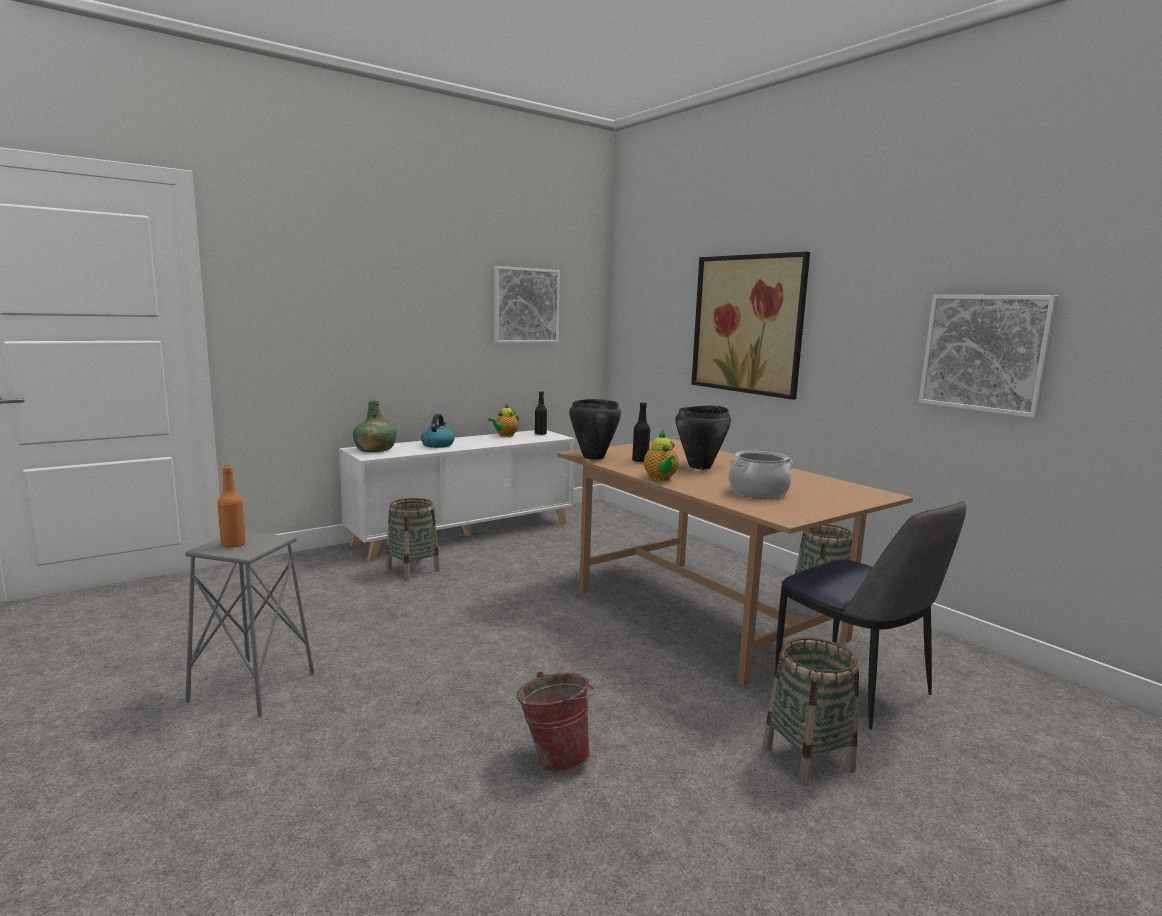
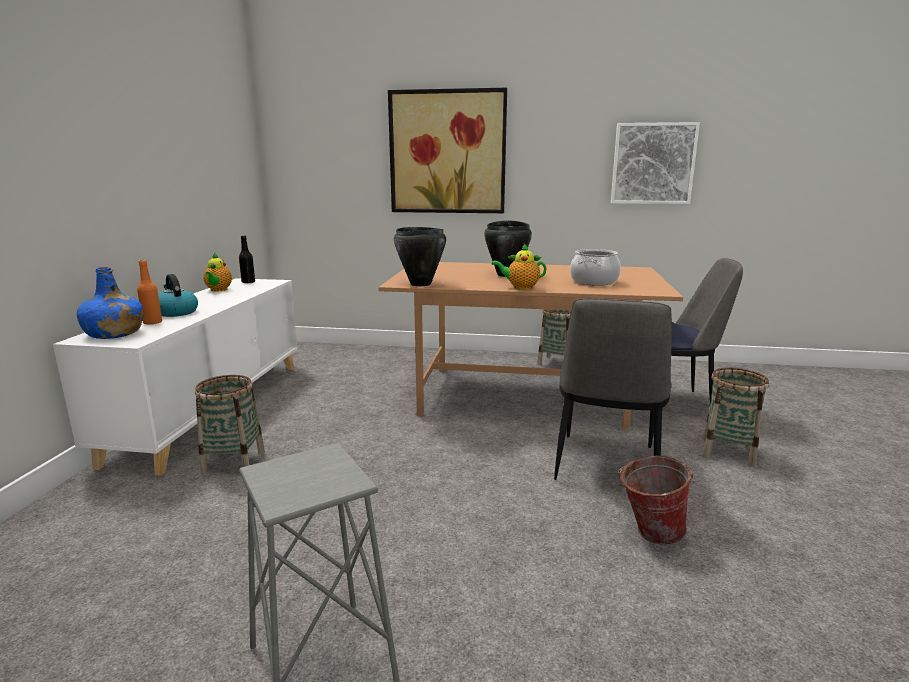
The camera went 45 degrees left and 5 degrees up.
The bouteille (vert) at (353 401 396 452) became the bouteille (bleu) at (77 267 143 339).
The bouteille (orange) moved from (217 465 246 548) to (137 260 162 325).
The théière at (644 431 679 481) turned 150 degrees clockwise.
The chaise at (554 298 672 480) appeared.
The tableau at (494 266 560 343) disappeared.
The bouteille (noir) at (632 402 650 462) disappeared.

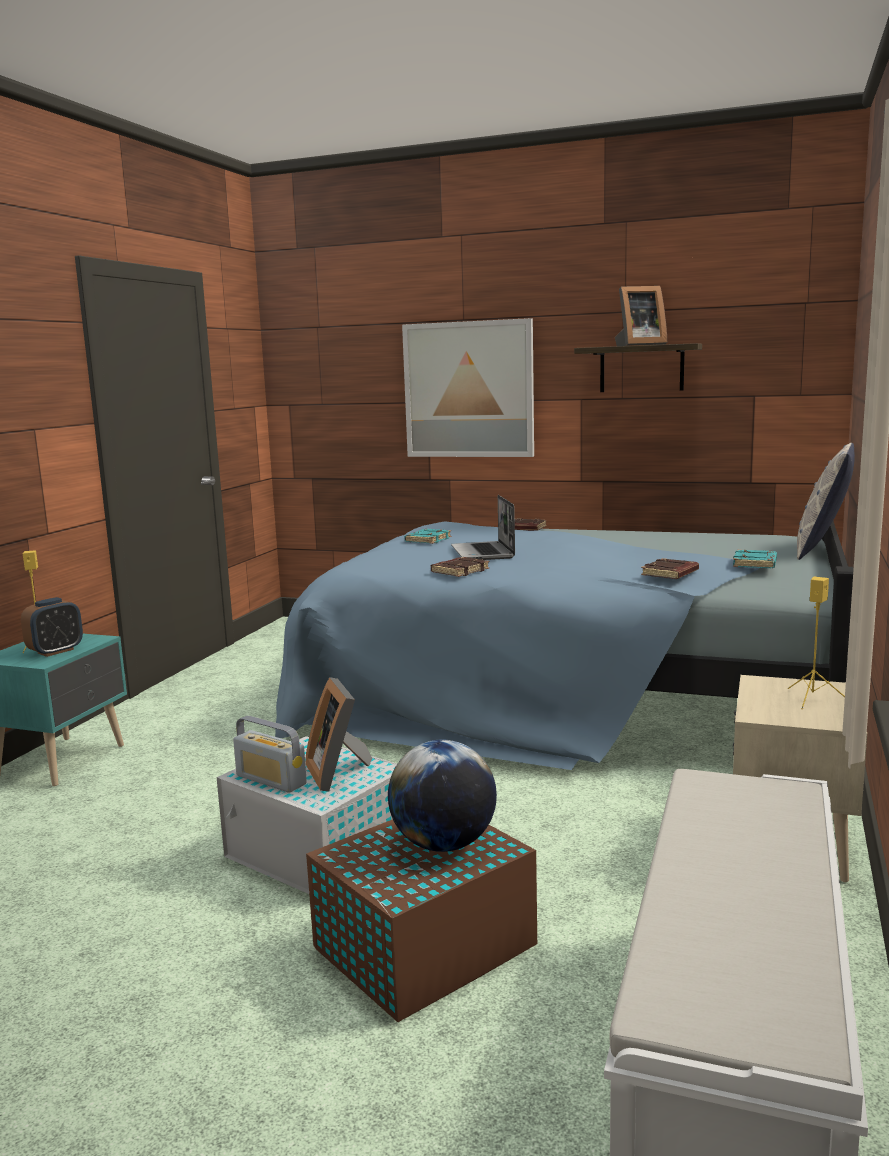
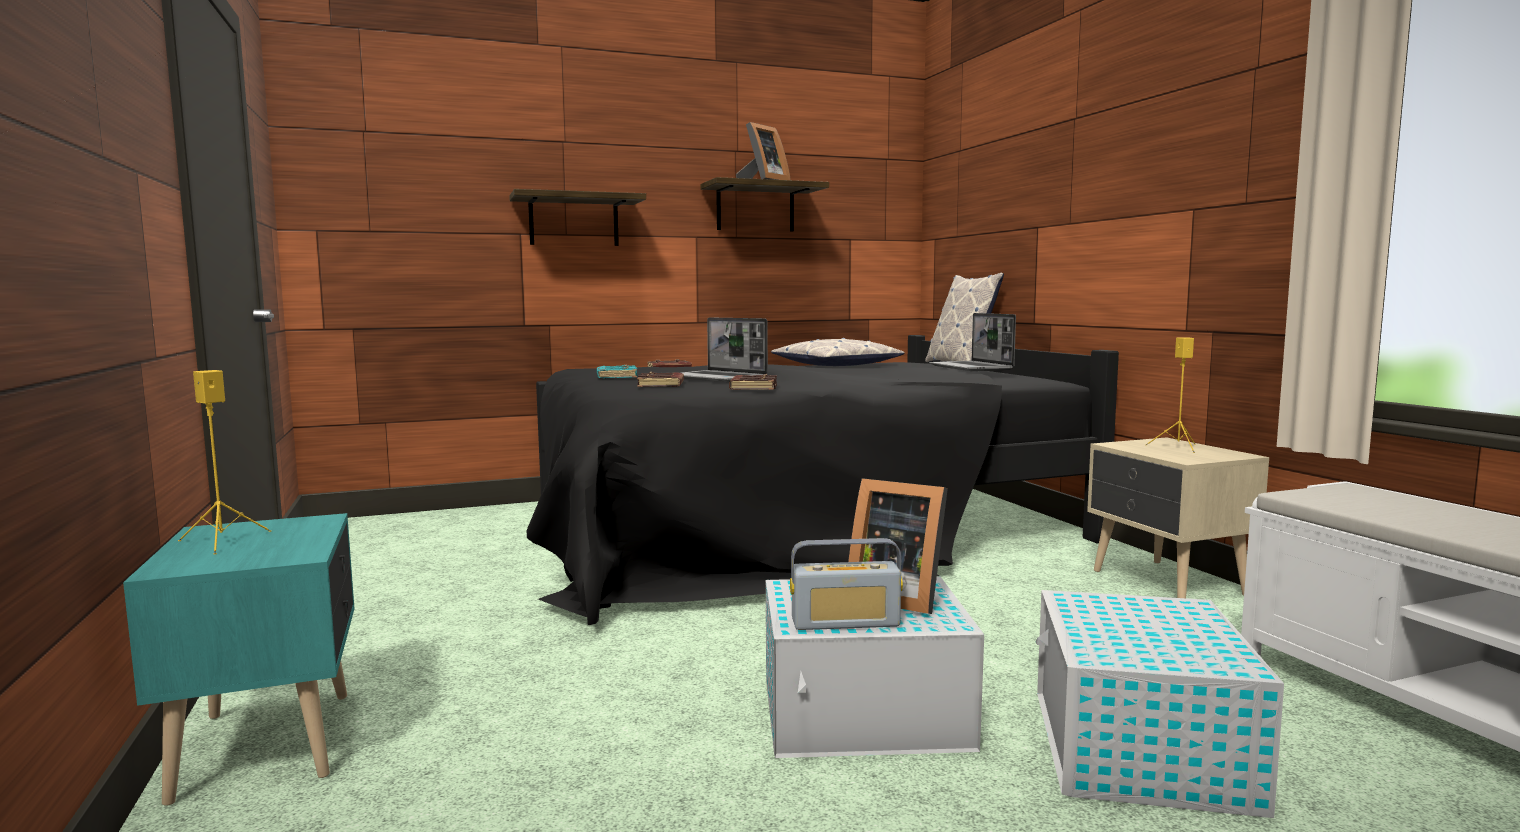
The camera went 40 degrees left and 5 degrees down.
The tableau at (402 318 534 457) was replaced by the étagère at (509 189 646 246).
The lit (bleu) at (275 521 854 770) became the lit (noir) at (526 335 1119 625).
The livre (marron) moved from (641 558 699 579) to (637 372 684 387).
The coussin at (771 338 905 366) appeared.
The livre (turquoise) at (733 550 777 568) was replaced by the ordinateur portable at (929 313 1016 371).
The boîte de rangement (marron) at (306 819 537 1022) became the boîte de rangement (blanc) at (1035 590 1284 818).
The réveil at (21 597 83 657) disappeared.
The globe at (388 739 497 852) disappeared.

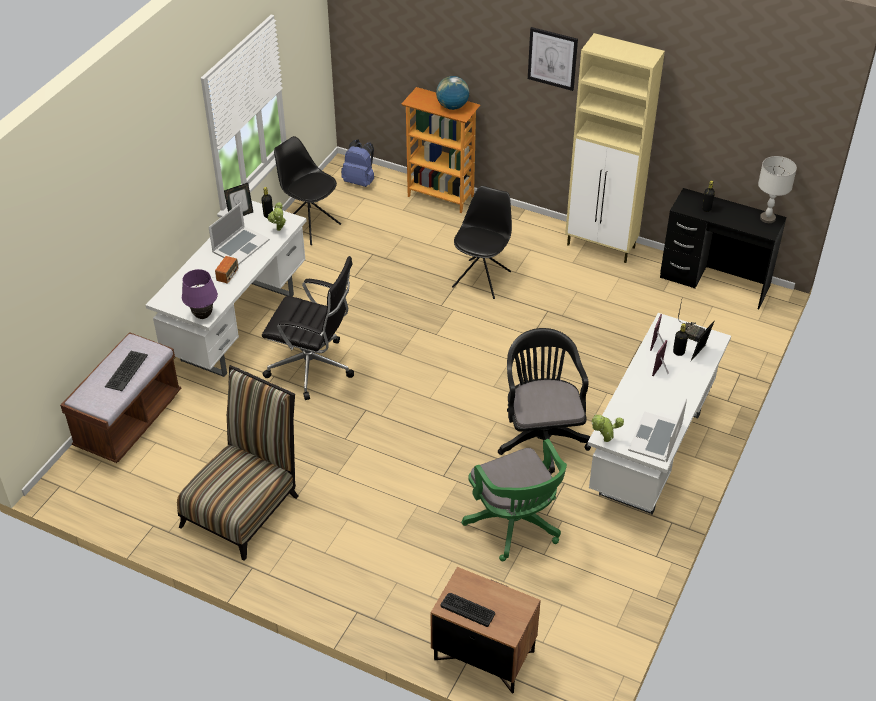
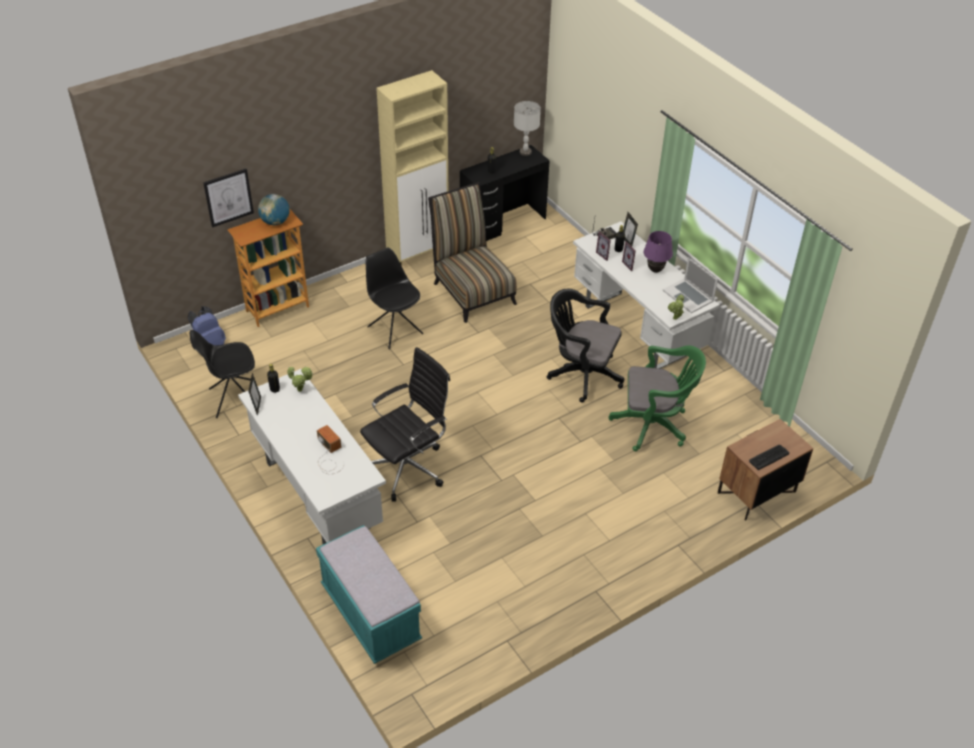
The camera went 60 degrees left and 0 degrees up.
The tableau moved from (528 27 578 91) to (203 169 254 227).
The banc (marron) at (60 332 181 463) became the banc (turquoise) at (316 525 422 664).
The chaise moved from (177 365 298 561) to (428 182 517 323).
The lampe de table (violet) moved from (182 269 218 319) to (644 231 673 273).
The clavier at (105 351 148 391) disappeared.
The ordinateur portable at (209 202 270 265) disappeared.

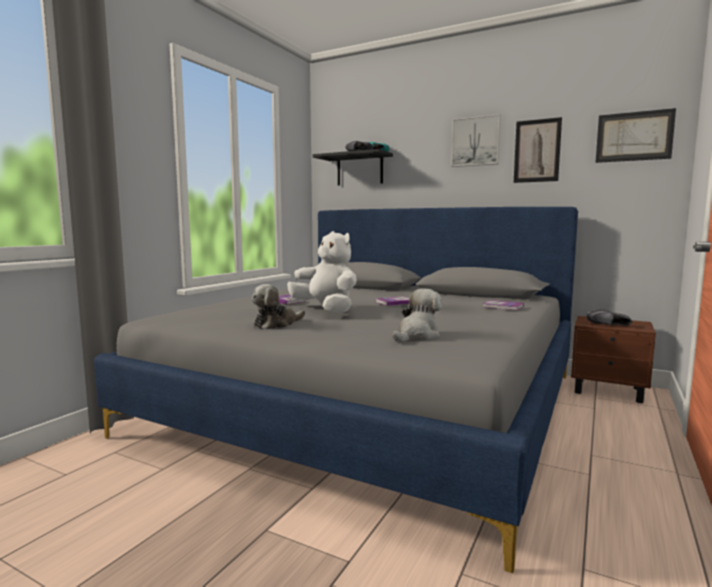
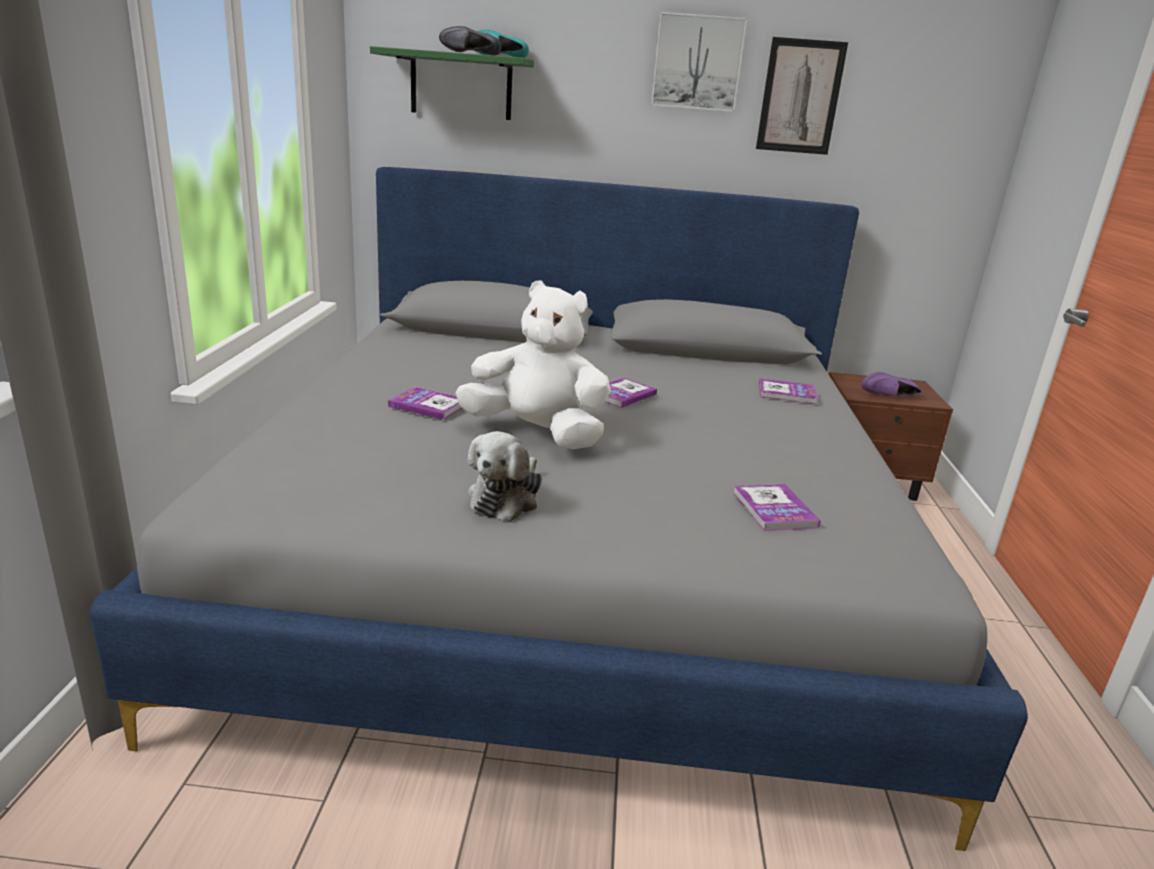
The camera went 25 degrees left and 15 degrees up.
The étagère (noir) at (312 149 393 185) became the étagère (vert) at (370 46 534 120).
The peluche at (393 288 442 342) was replaced by the livre at (733 484 821 531).
The chaussure (noir) at (587 309 633 326) became the chaussure (violet) at (861 372 922 396).
The tableau at (596 108 676 163) disappeared.

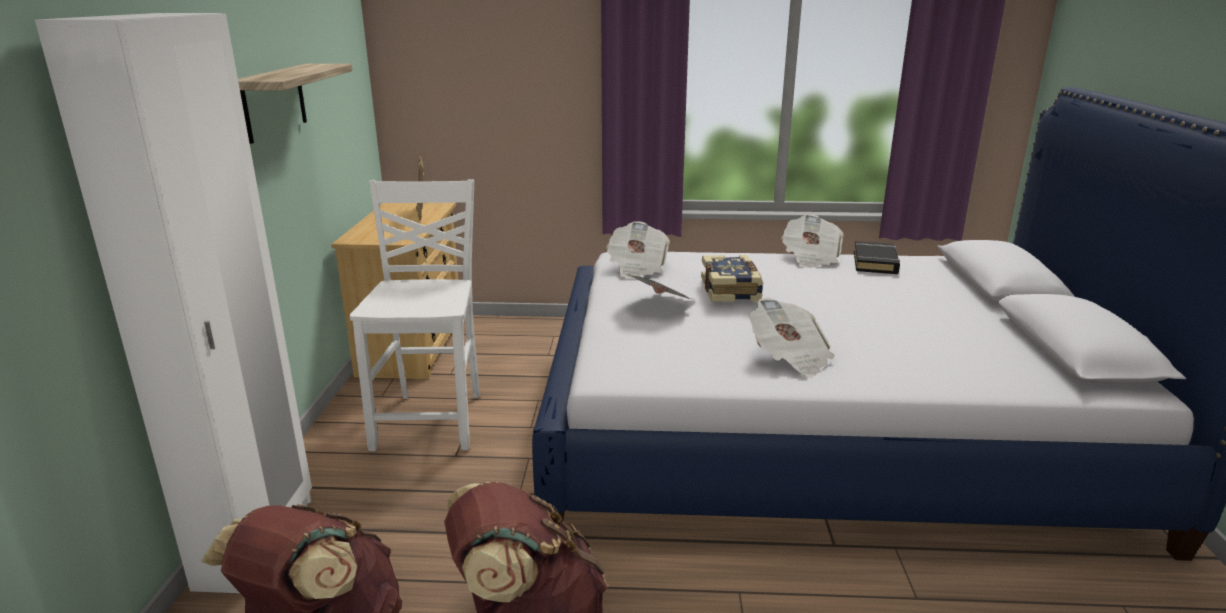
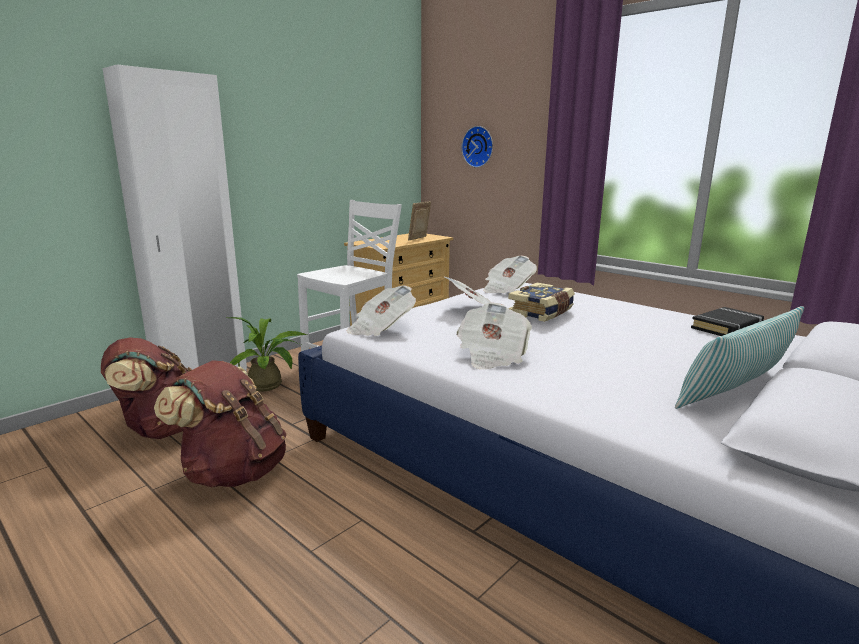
The camera went 40 degrees right and 5 degrees down.
The plante en pot at (225 317 307 392) appeared.
The journal moved from (781 214 844 268) to (346 285 416 336).
The horloge murale at (462 126 493 168) appeared.
The coussin at (675 306 804 409) appeared.
The étagère at (238 64 353 144) disappeared.

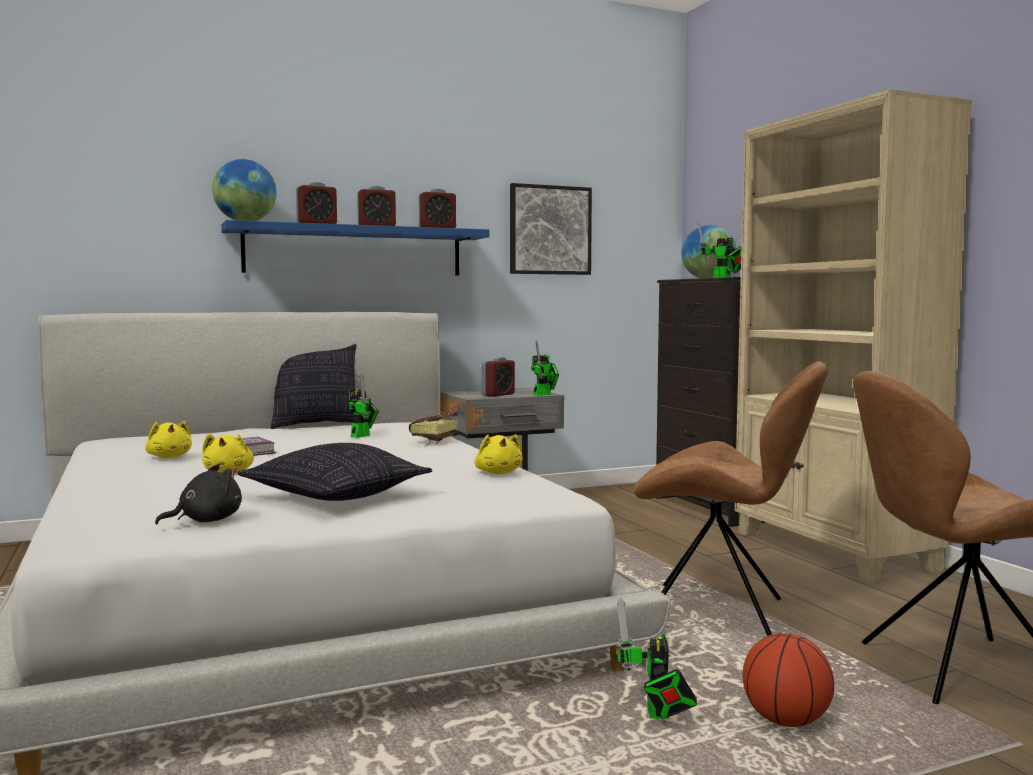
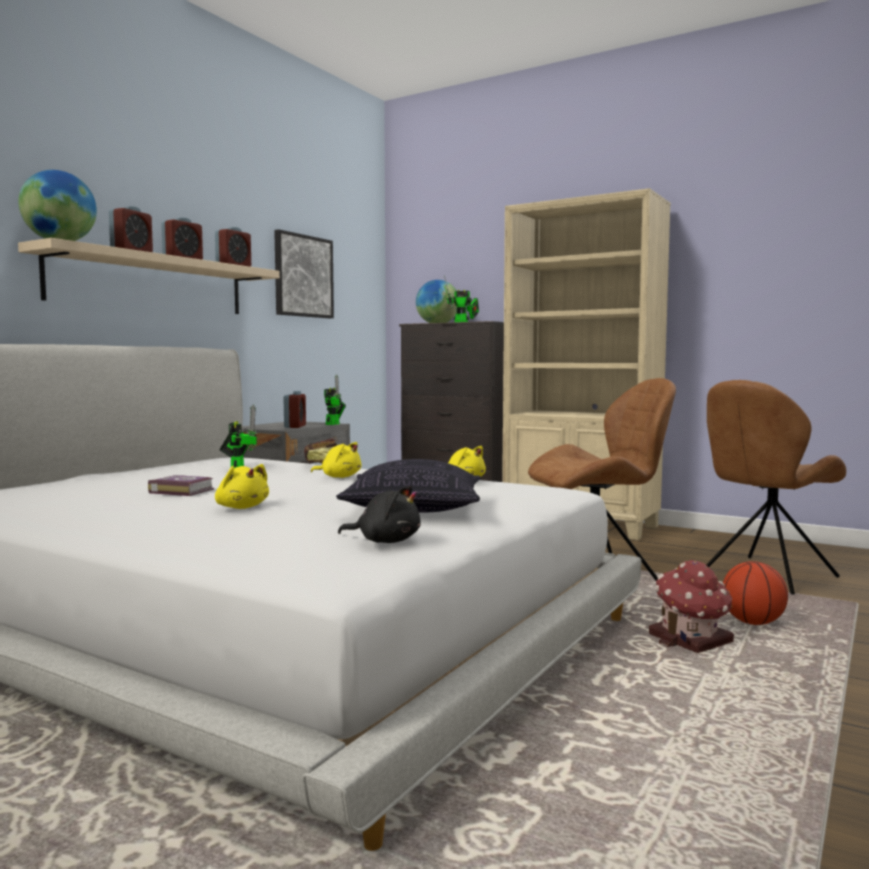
The camera went 35 degrees left and 0 degrees up.
The étagère (bleu) at (221 220 489 276) became the étagère (beige) at (18 238 280 314).
The peluche (jaune) moved from (145 421 192 458) to (311 442 362 478).
The peluche (noir) at (155 464 242 525) turned 90 degrees clockwise.
The robot jouet at (616 597 697 719) was replaced by the maison miniature at (649 560 734 653).
The coussin at (271 344 356 429) disappeared.

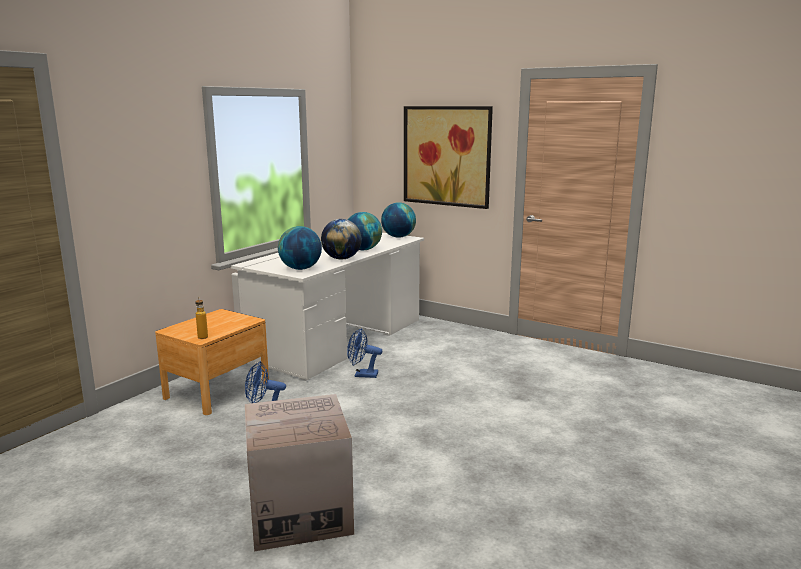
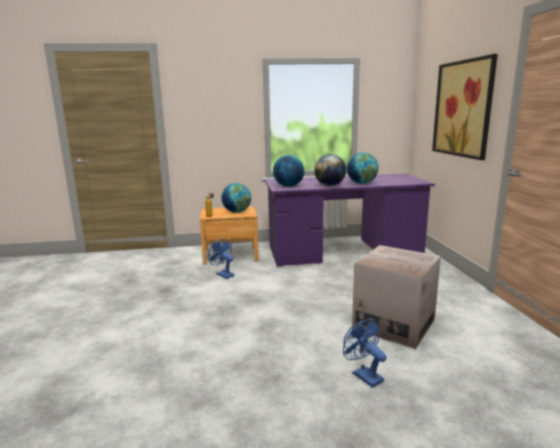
The camera went 50 degrees right and 0 degrees up.
The globe moved from (381 202 416 238) to (221 183 251 213).
The bureau (blanc) at (231 233 424 381) became the bureau (violet) at (265 173 435 266).
The ventilateur (bleu) moved from (347 328 382 378) to (343 319 387 388).
The carton moved from (245 394 354 551) to (352 245 441 349).

